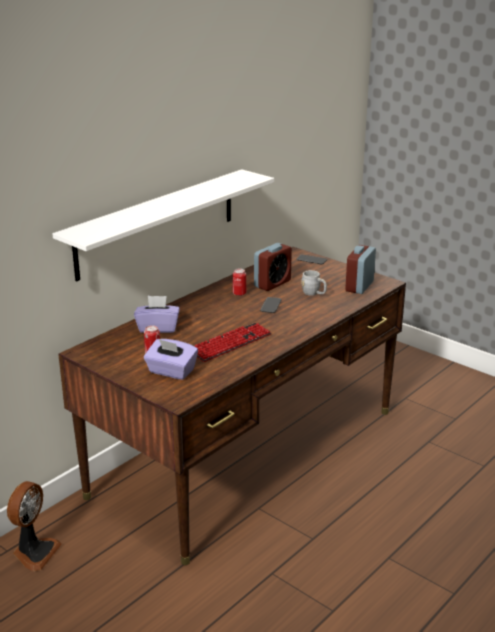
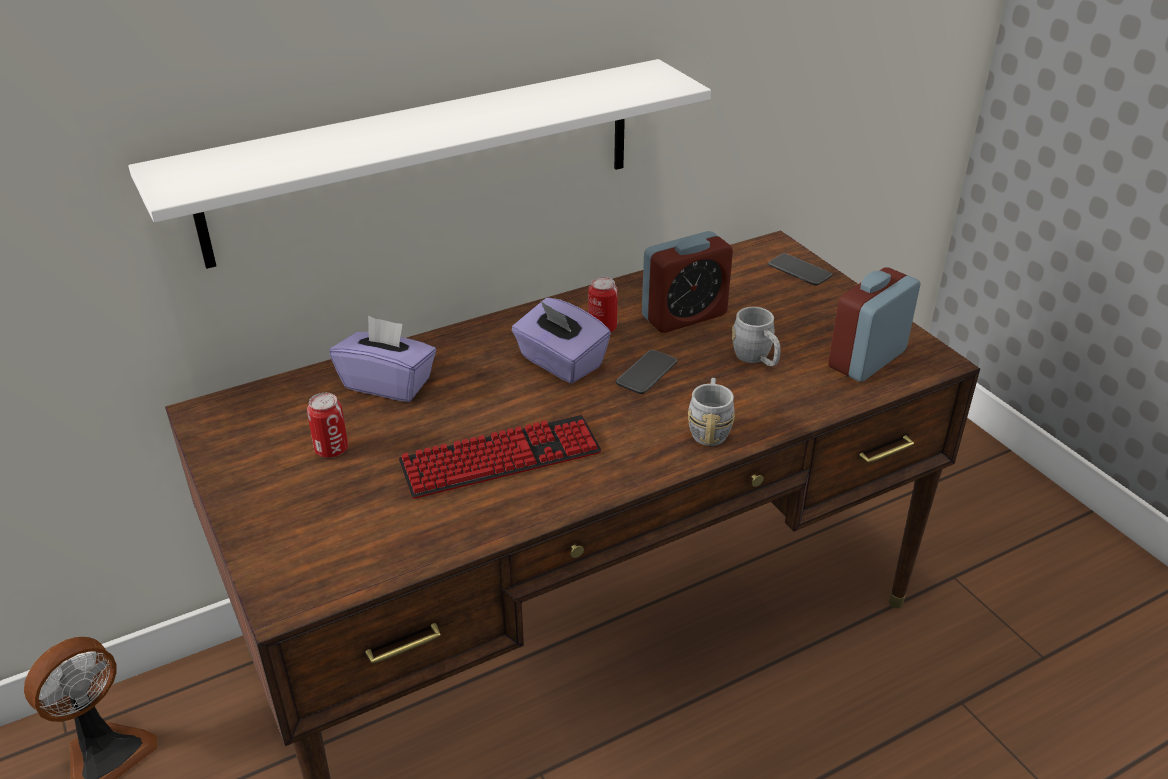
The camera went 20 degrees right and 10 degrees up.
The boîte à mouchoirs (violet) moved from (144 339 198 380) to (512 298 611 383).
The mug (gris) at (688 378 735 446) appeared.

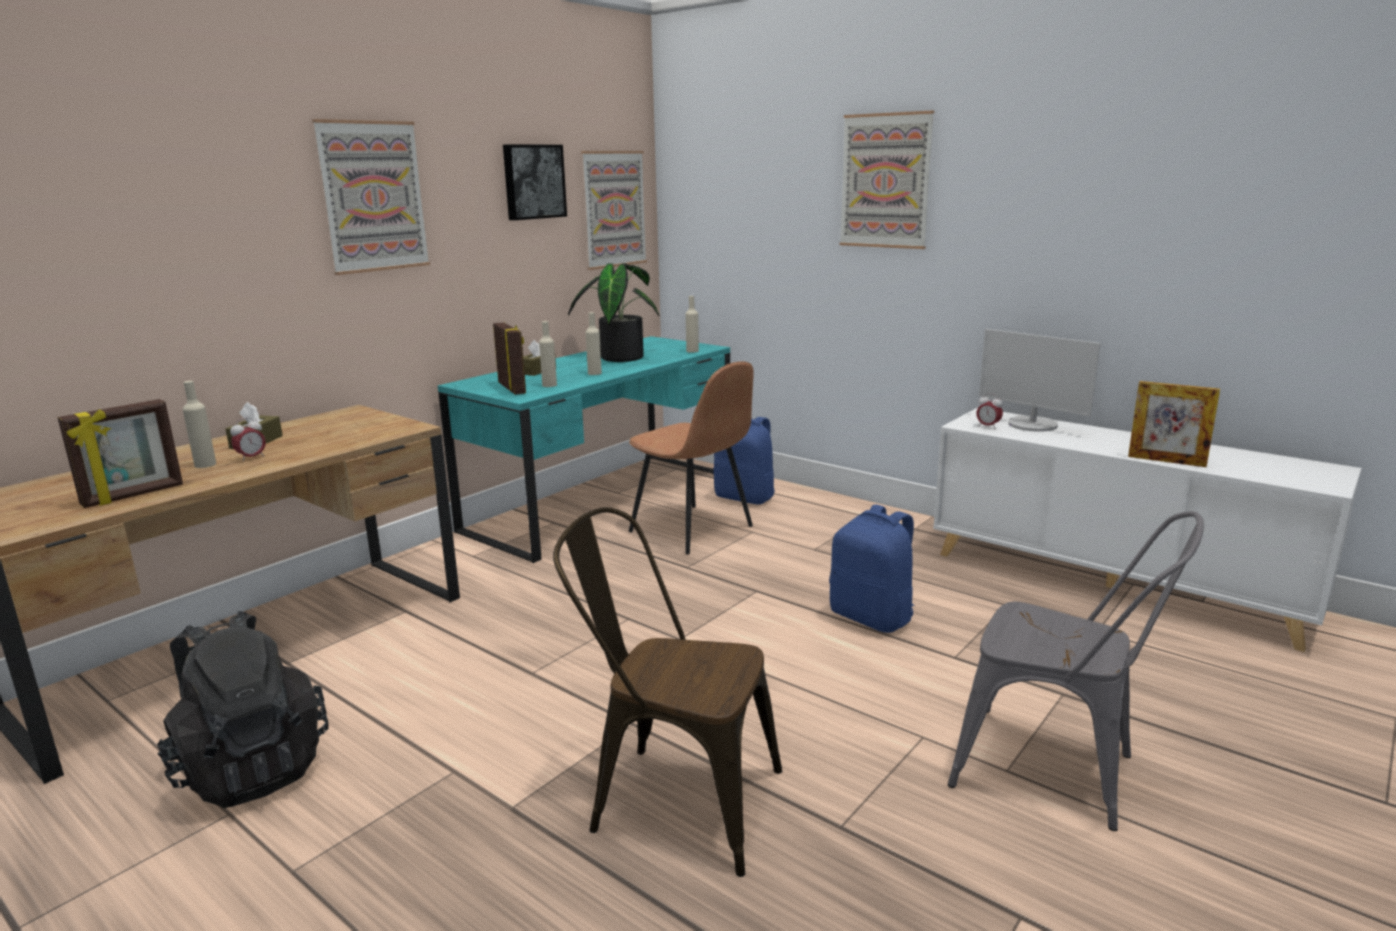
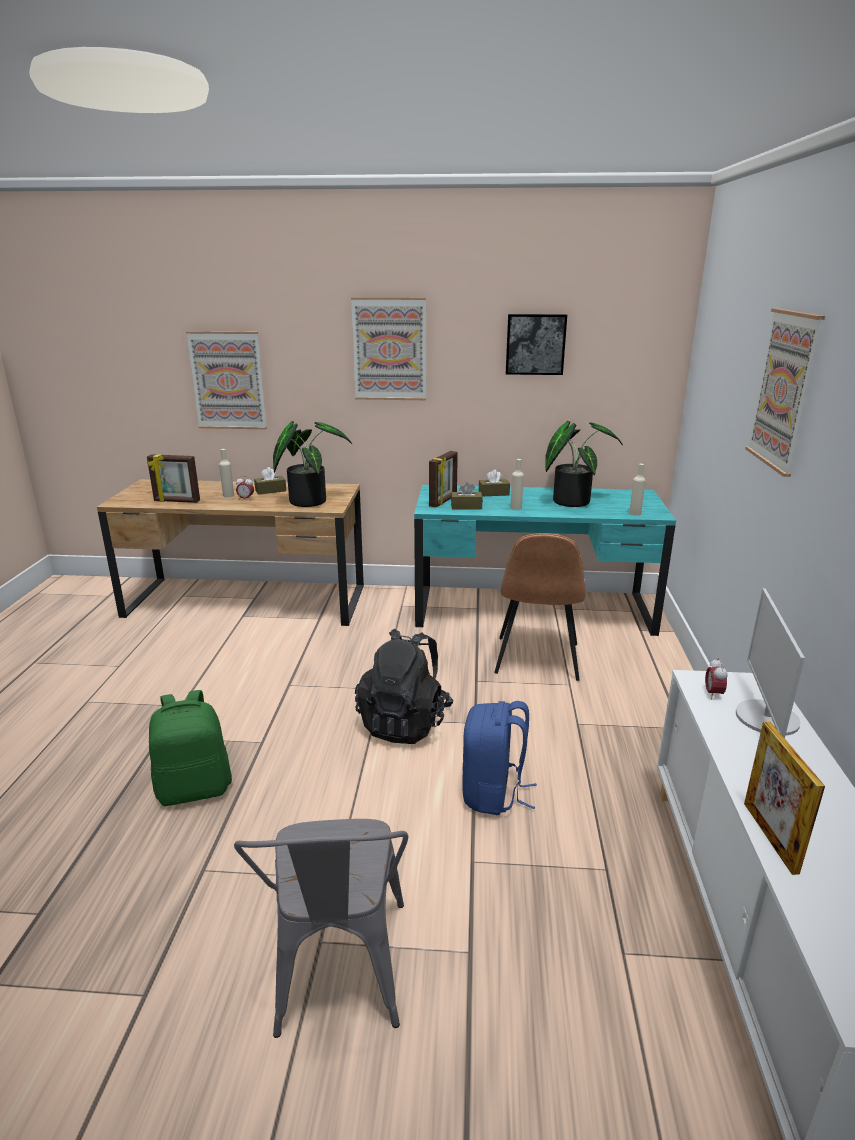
The camera went 55 degrees right and 5 degrees up.
The chaise (marron) at (553 507 782 877) was replaced by the sac à dos (vert) at (149 690 232 806).
The tableau moved from (581 151 647 270) to (186 331 267 429).
The plante en pot at (273 421 352 507) appeared.
The sac à dos (noir) moved from (157 611 329 808) to (355 629 453 744).
The bouteille (beige) at (539 321 557 387) was replaced by the boîte à mouchoirs (marron) at (451 482 483 509).
The sac à dos (bleu) at (713 417 775 504) disappeared.

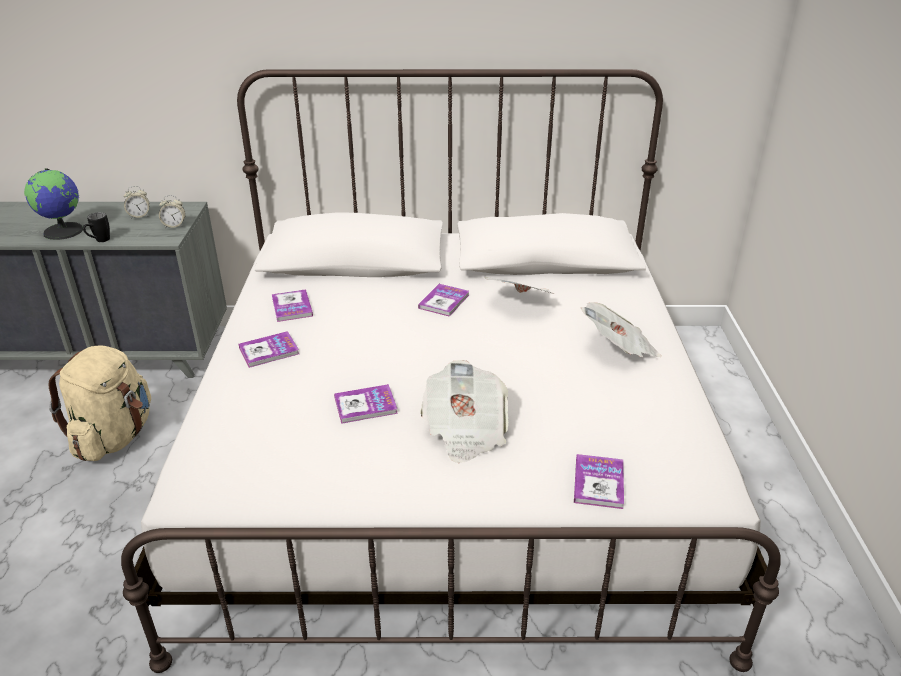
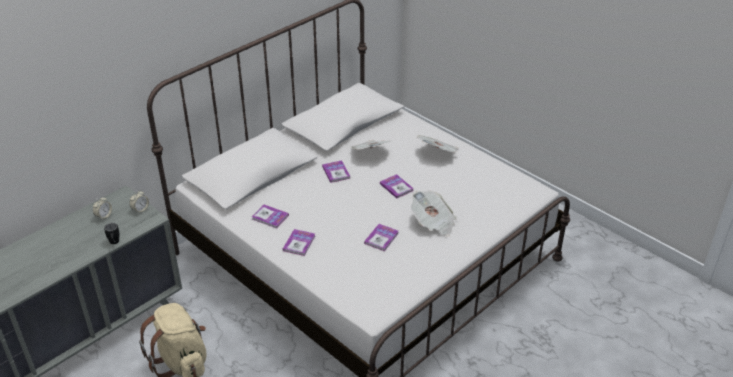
The camera went 45 degrees left and 5 degrees up.
The livre moved from (574 454 624 509) to (380 174 414 198).
The globe at (24 168 83 240) disappeared.

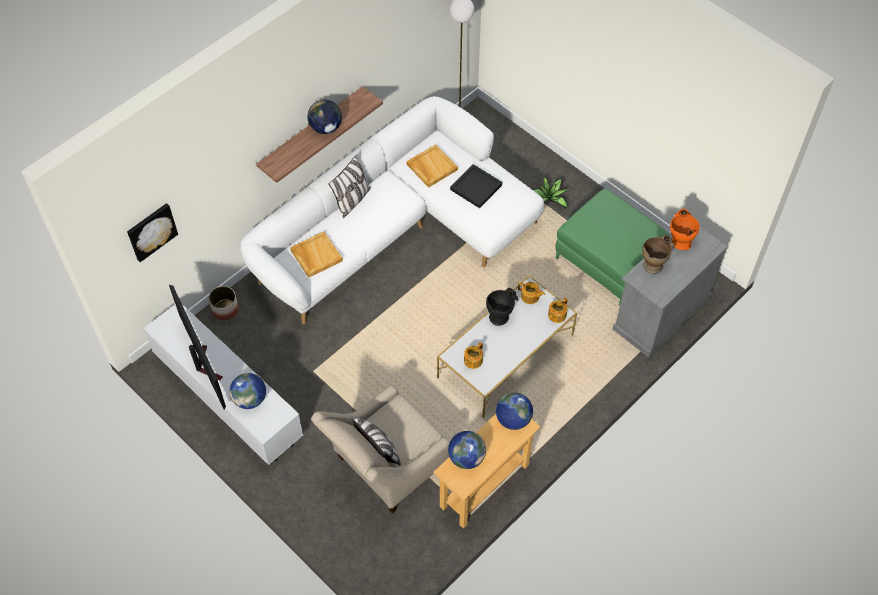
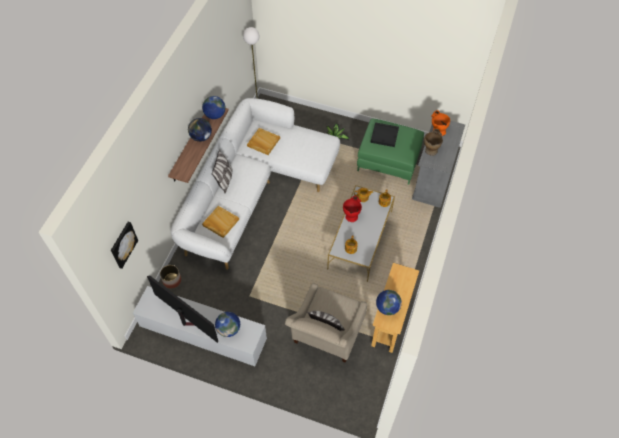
The camera went 25 degrees left and 0 degrees up.
The globe moved from (496 392 533 430) to (202 96 226 119).
The vase (noir) at (486 288 518 326) became the vase (rouge) at (343 196 362 222).
The plateau (noir) moved from (450 164 502 208) to (371 122 399 147).

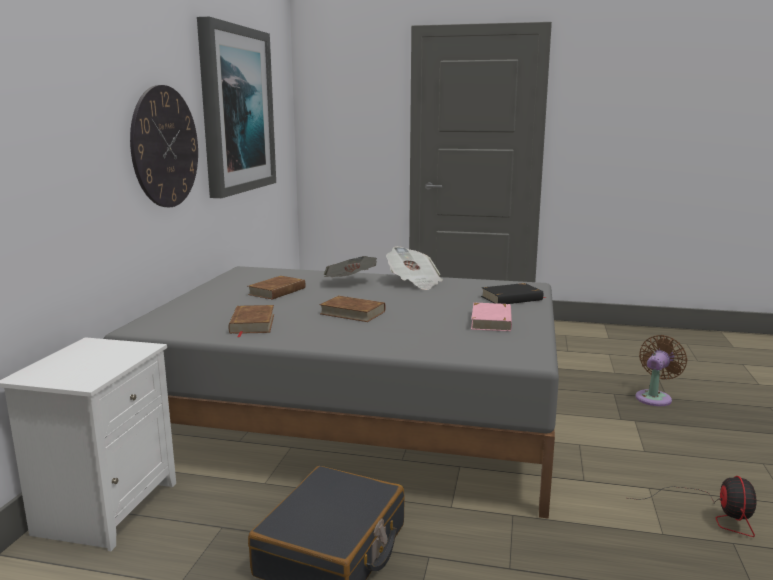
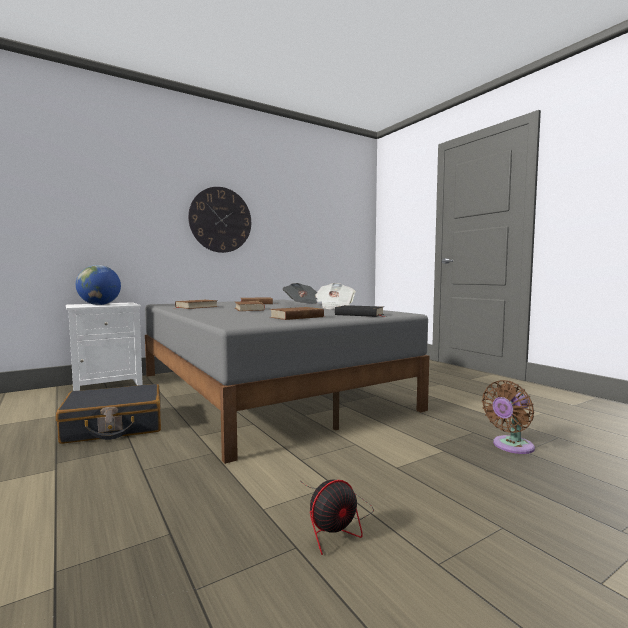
The camera went 45 degrees right and 10 degrees down.
The globe at (76 265 121 305) appeared.
The livre (rose) at (471 303 512 331) became the livre (marron) at (270 307 324 320).
The ventilateur (marron) at (636 335 687 406) turned 150 degrees clockwise.
The tableau at (197 16 276 198) disappeared.

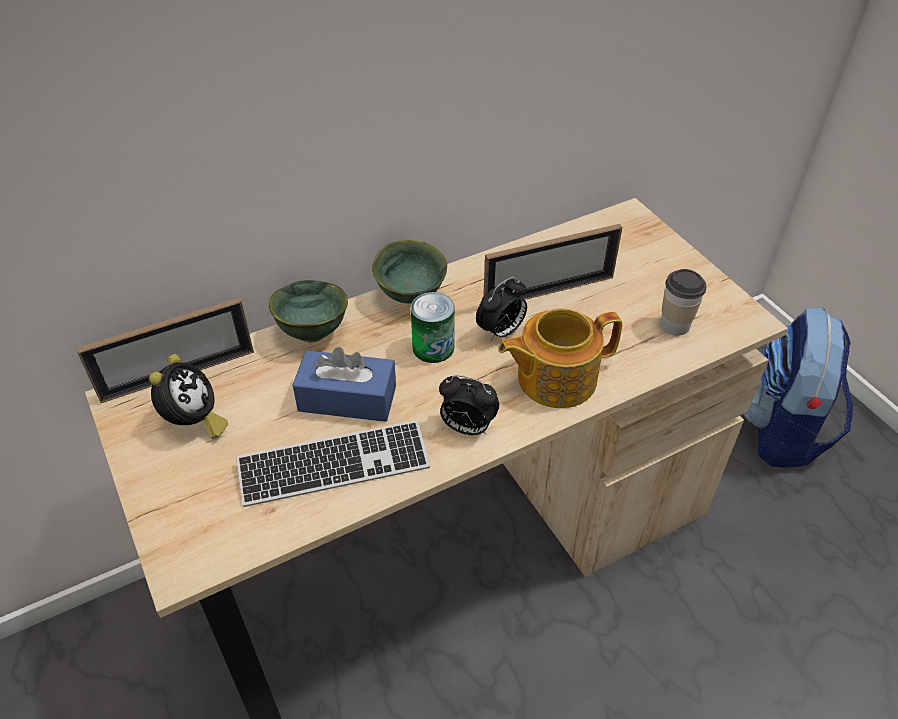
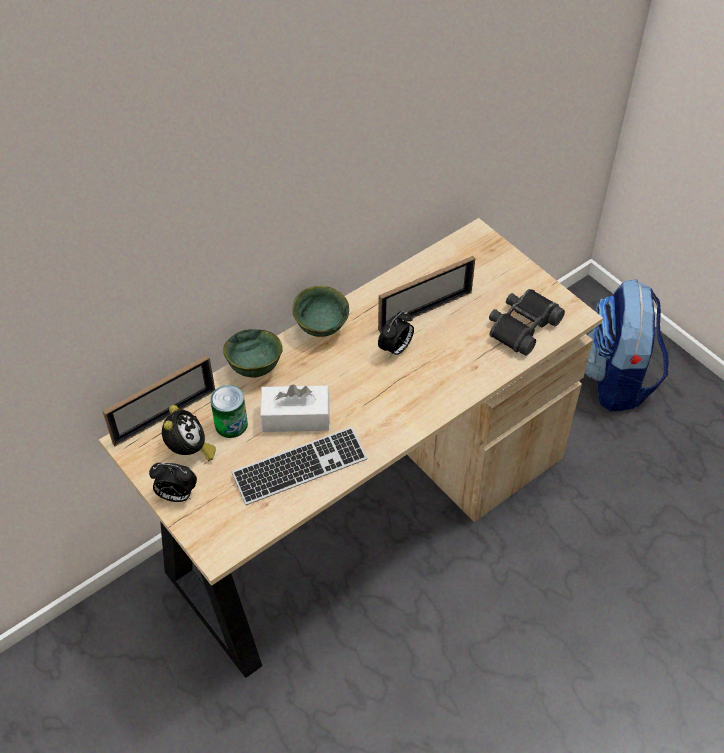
The camera went 10 degrees left and 5 degrees up.
The réveil moved from (439 375 499 435) to (149 463 197 502).
The boîte métallique moved from (411 292 455 363) to (210 385 248 438).
The boîte à mouchoirs (bleu) at (293 347 396 422) became the boîte à mouchoirs (blanc) at (260 384 330 432).
The tasse at (660 269 706 336) was replaced by the jumelles (noir) at (489 289 565 356).
The théière at (498 308 622 408) disappeared.

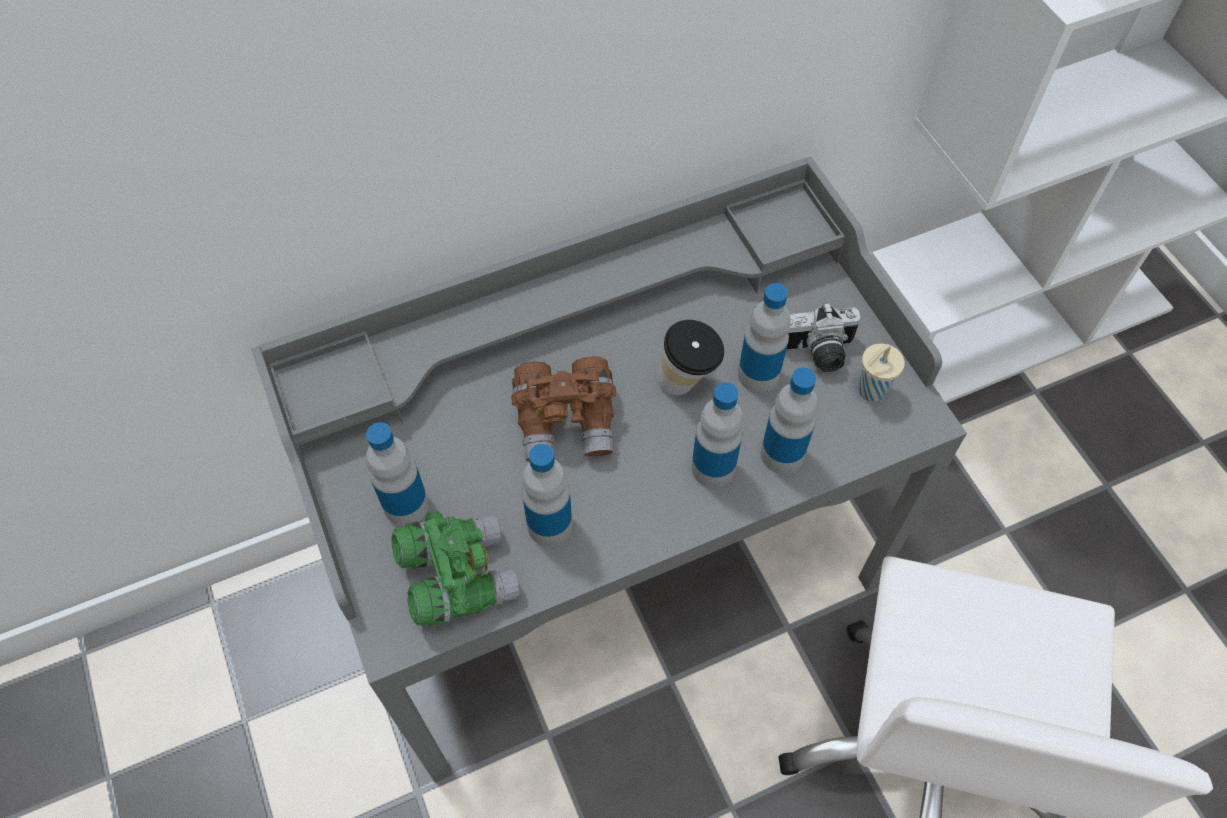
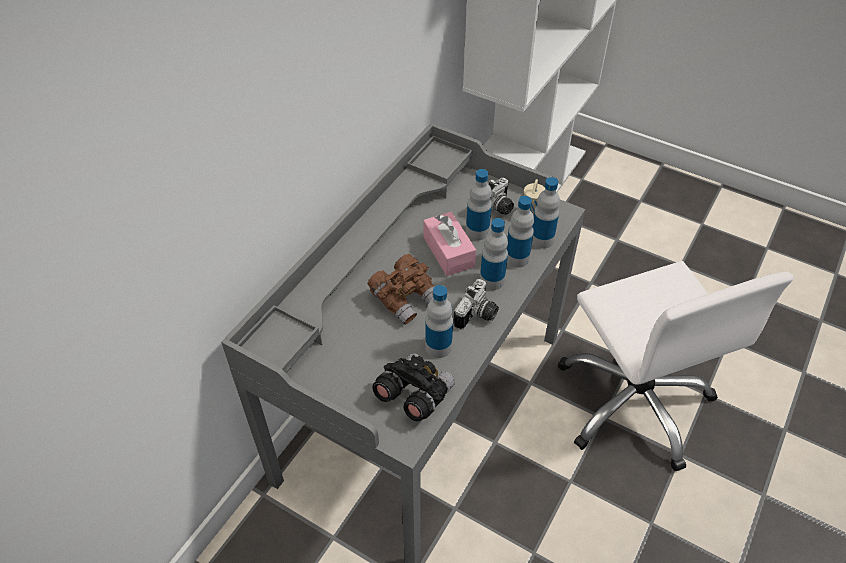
The camera went 35 degrees left and 10 degrees down.
The jumelles (vert) at (391 511 519 626) became the jumelles (noir) at (372 353 455 422).
The tasse at (657 320 724 395) was replaced by the boîte à mouchoirs (rose) at (424 212 476 276).
The appareil photo at (453 279 499 330) appeared.
The bouteille moved from (366 422 429 526) to (532 177 560 249).

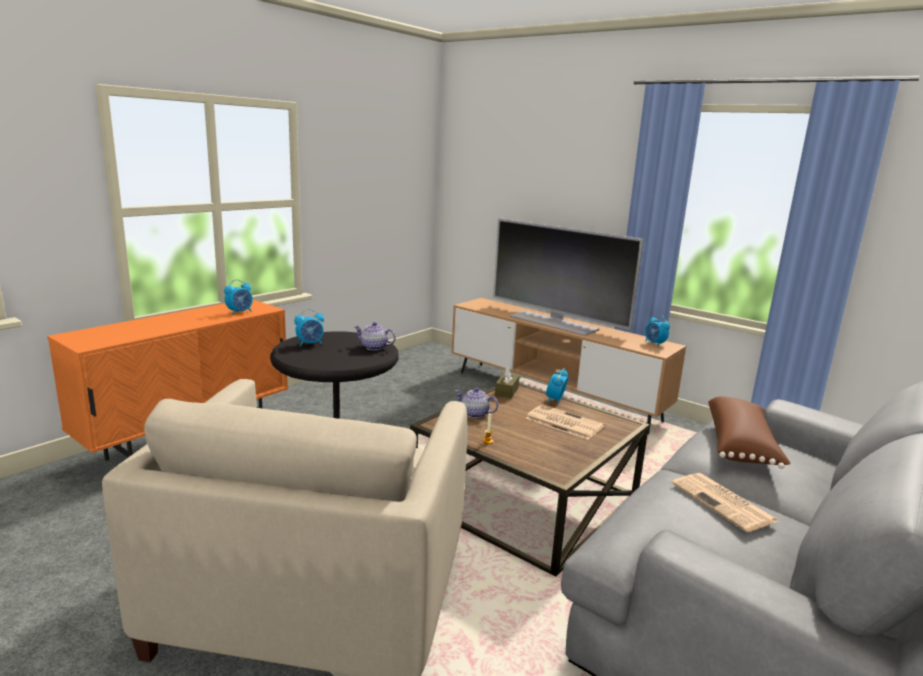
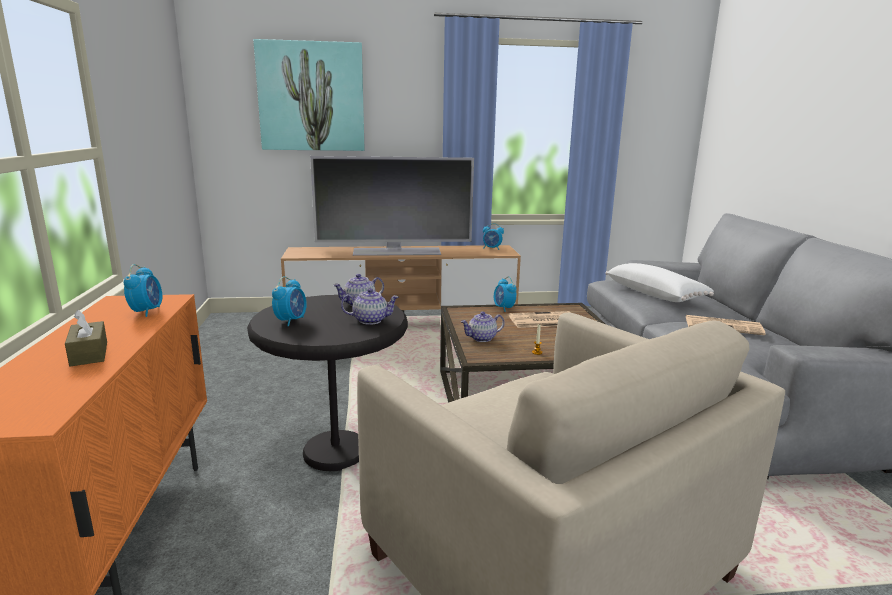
The camera went 45 degrees left and 0 degrees up.
The boîte à mouchoirs (marron) moved from (495 366 520 399) to (65 310 107 367).
The tableau at (253 39 365 151) appeared.
The théière at (341 288 399 325) appeared.
The coussin (marron) at (708 396 791 469) became the coussin (blanc) at (605 263 714 302).

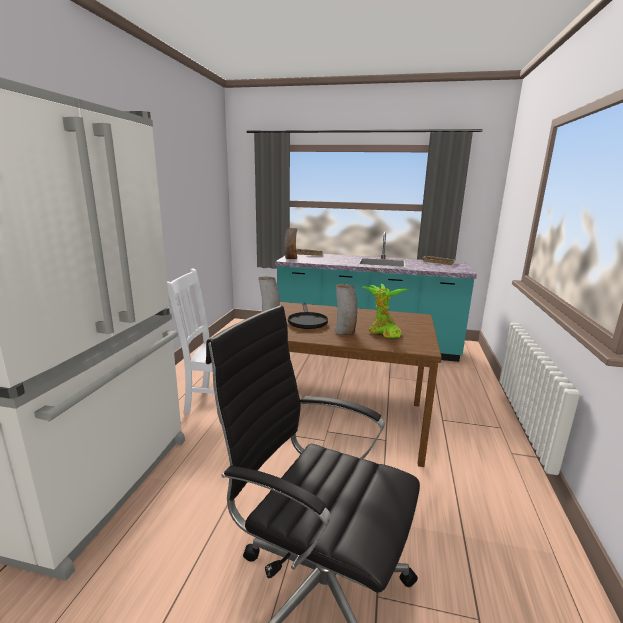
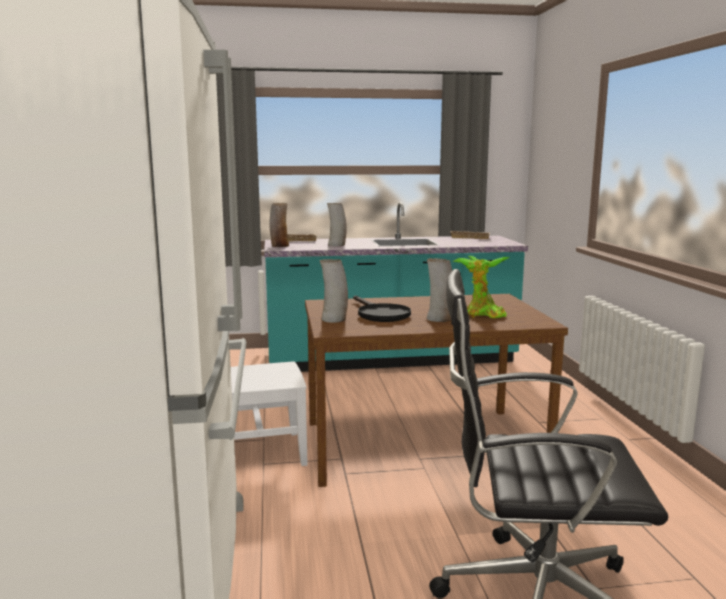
The camera went 20 degrees left and 5 degrees down.
The vase at (327 203 347 246) appeared.

